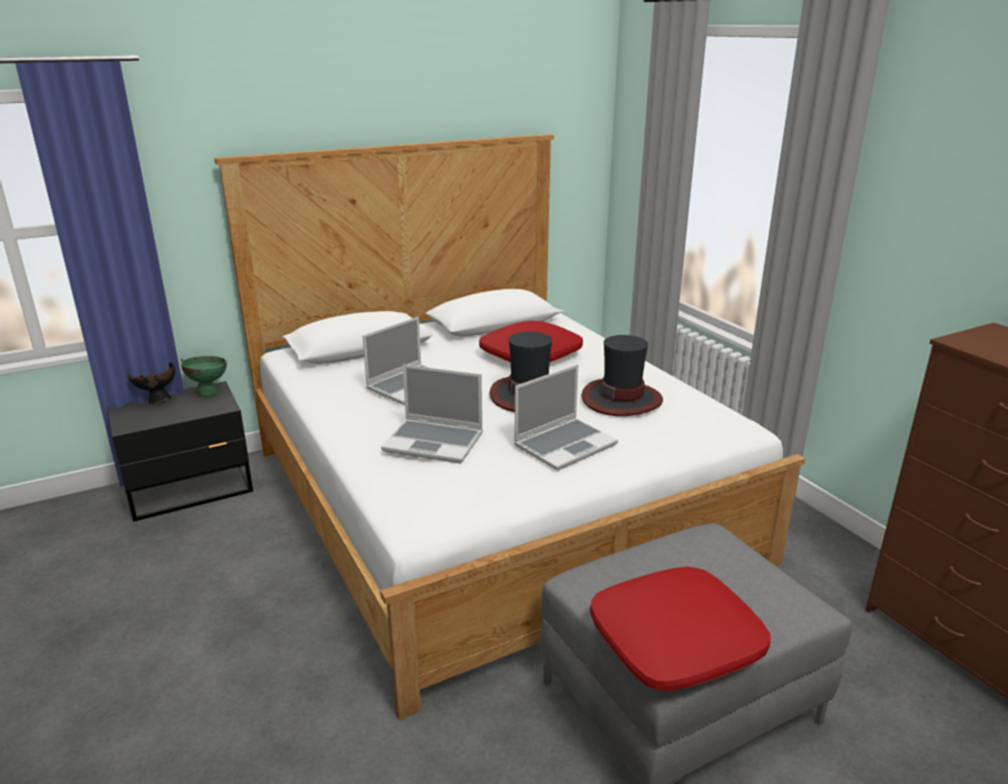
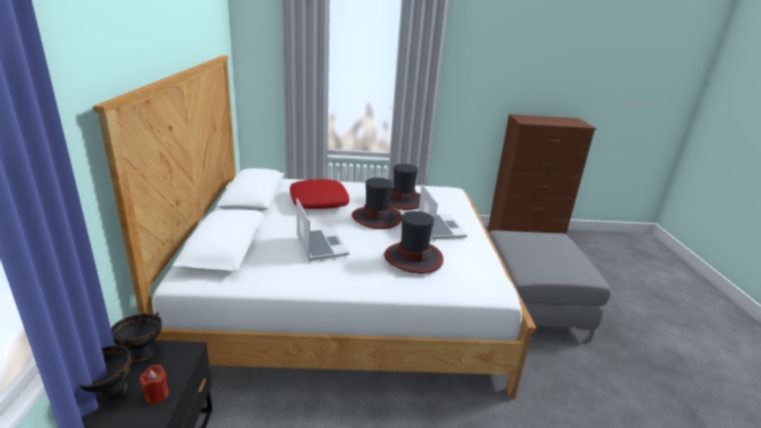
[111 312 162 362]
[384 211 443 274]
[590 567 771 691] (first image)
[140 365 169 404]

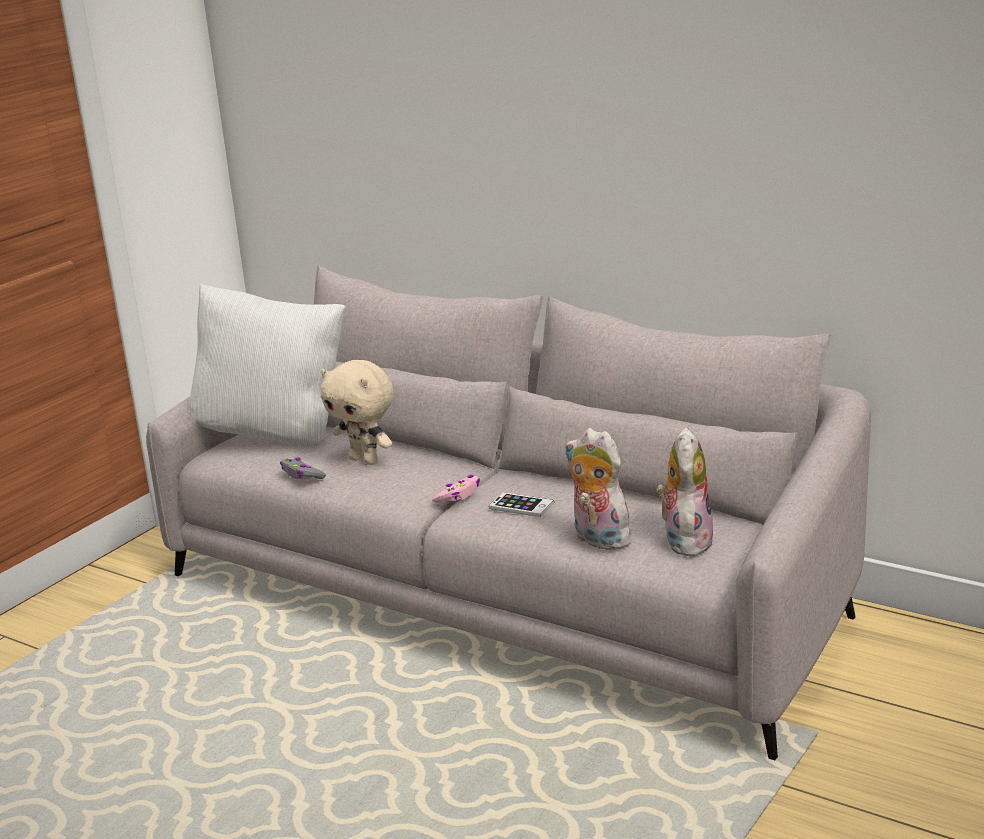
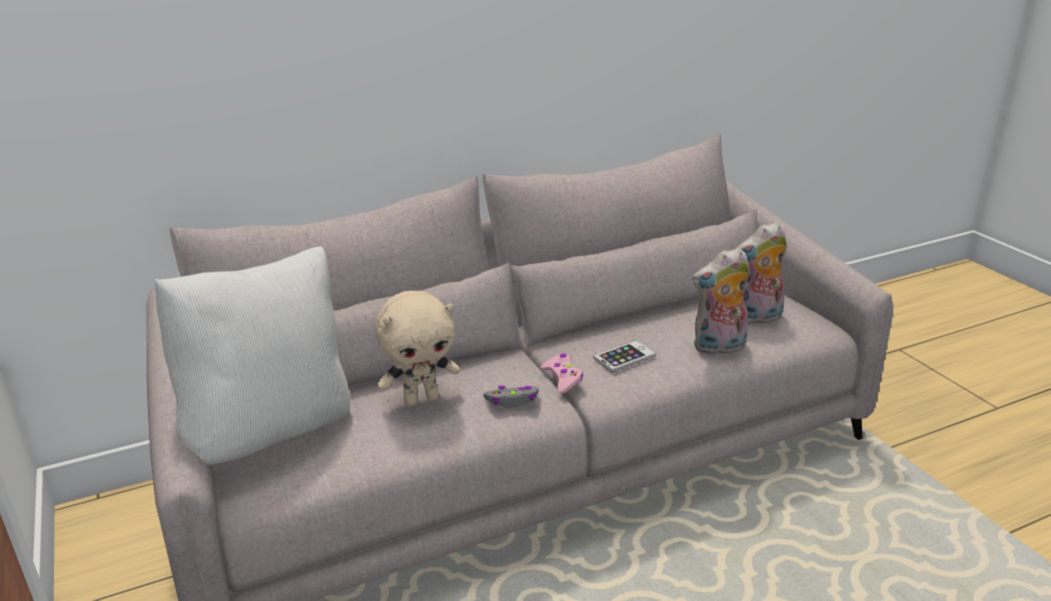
[483 385 539 408]
[735 222 787 325]

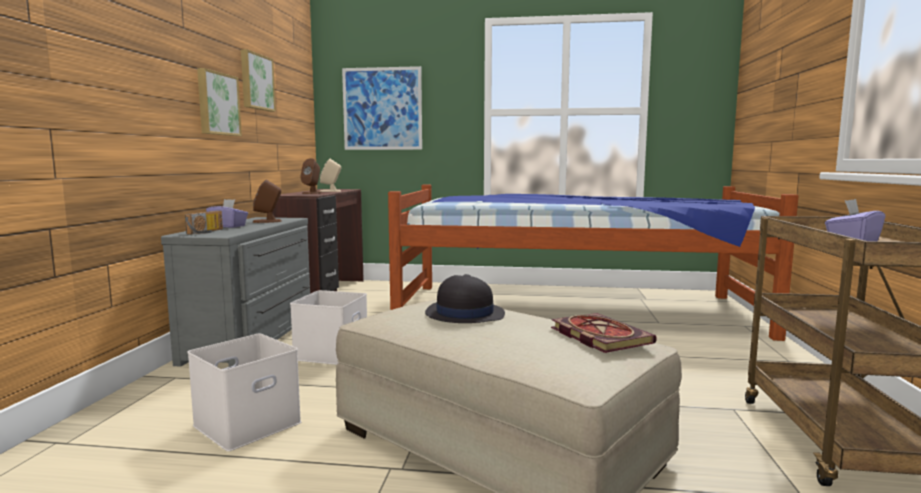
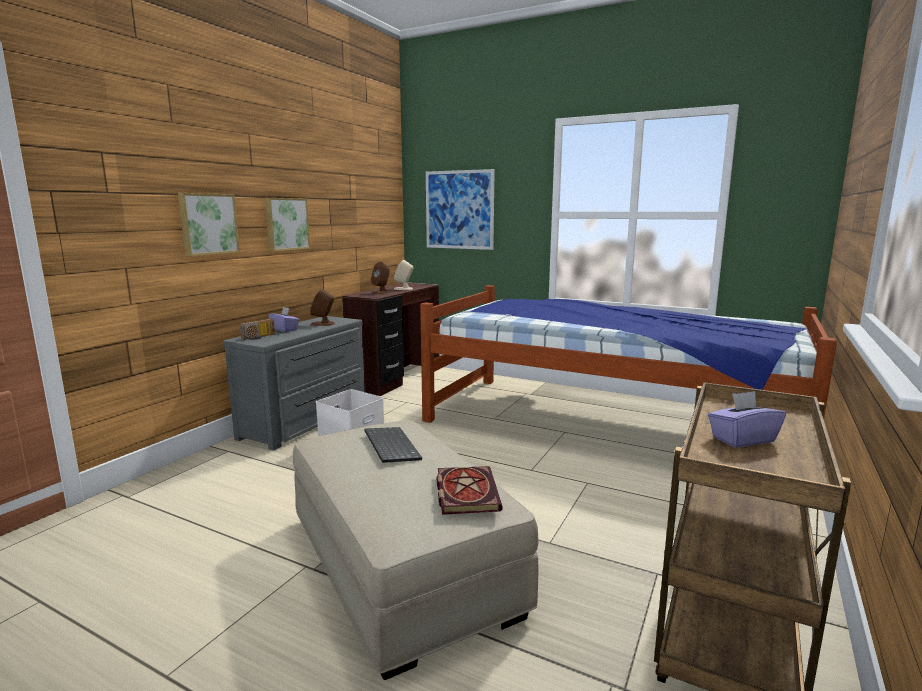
[188 334 301 451] (first image)
[178 193 240 256]
[364 427 422 463]

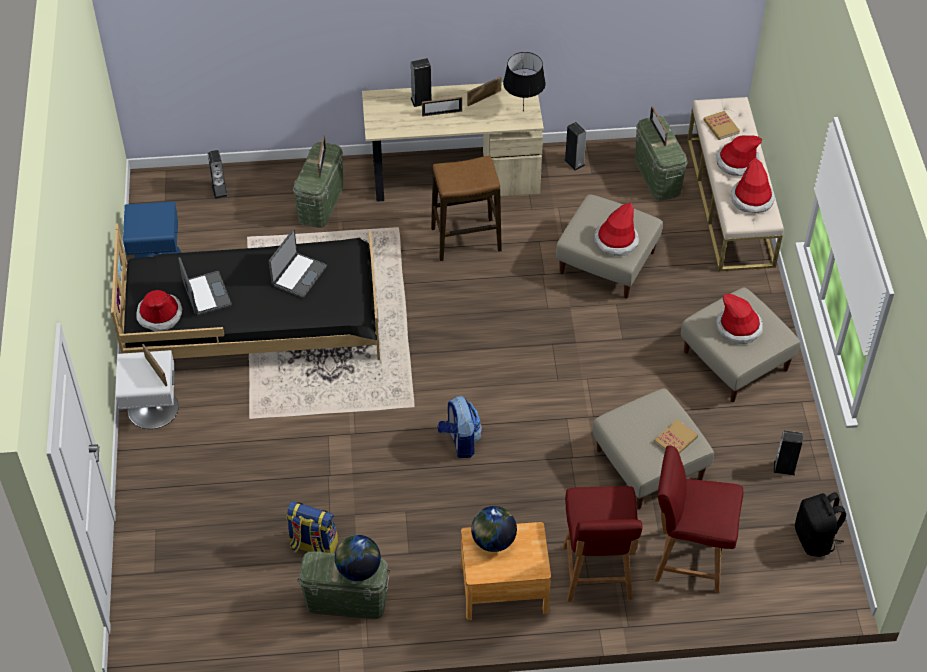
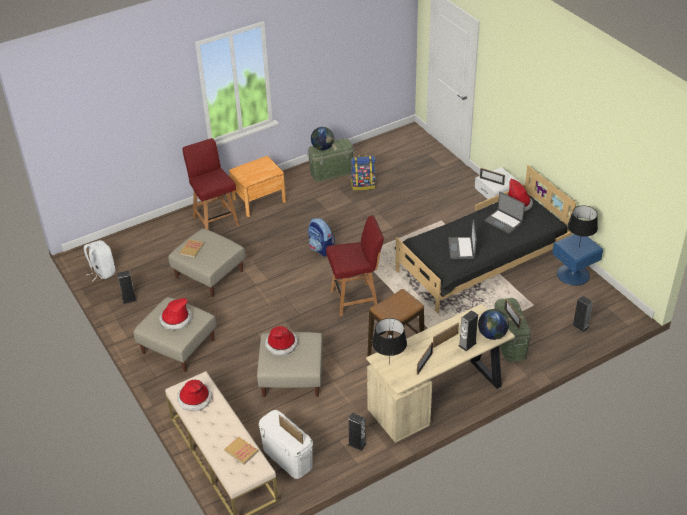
[478 309 509 340]
[259 410 313 479]
[326 215 384 316]
[716 135 762 176] (first image)
[84 240 116 282]
[568 205 598 247]

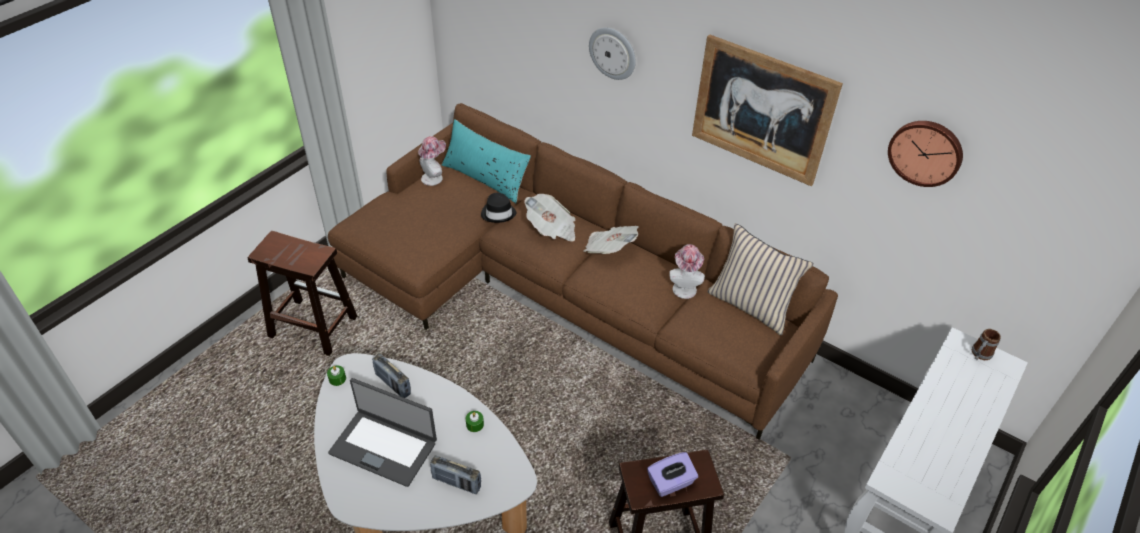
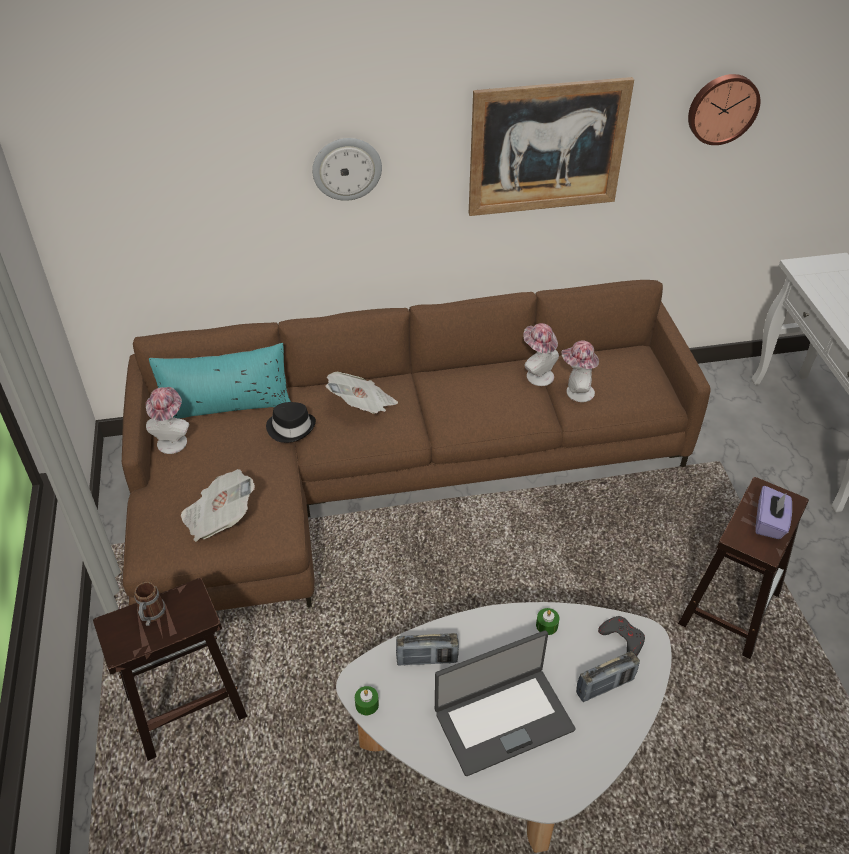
[181 469 255 542]
[707 223 814 336] (first image)
[134 582 165 626]
[562 341 599 402]
[598 616 645 656]

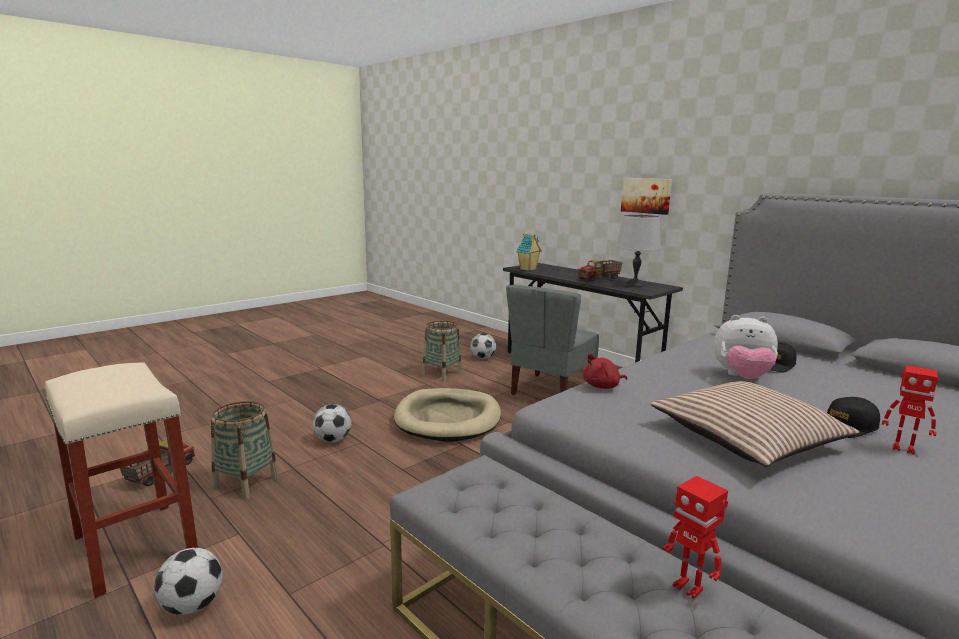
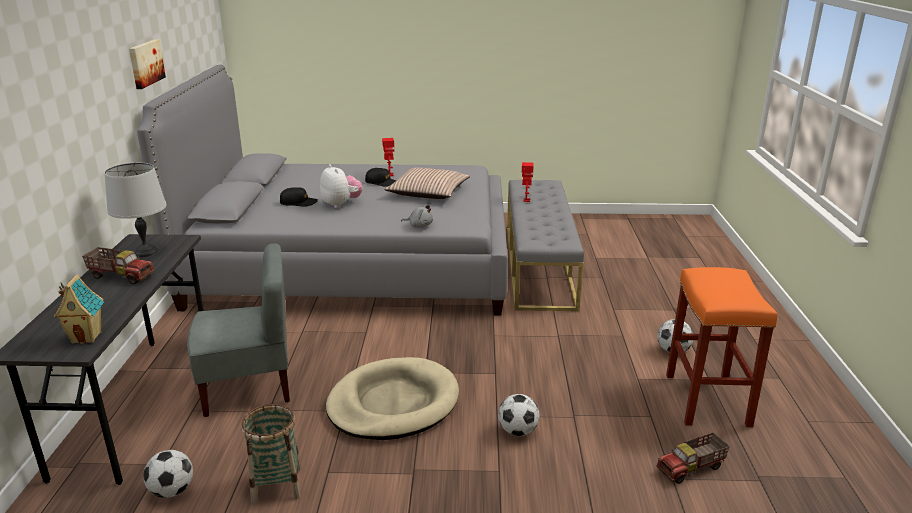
[666 267 777 427]
[211 401 278 499] (first image)
[401 204 433 227]
[129 40 166 89]

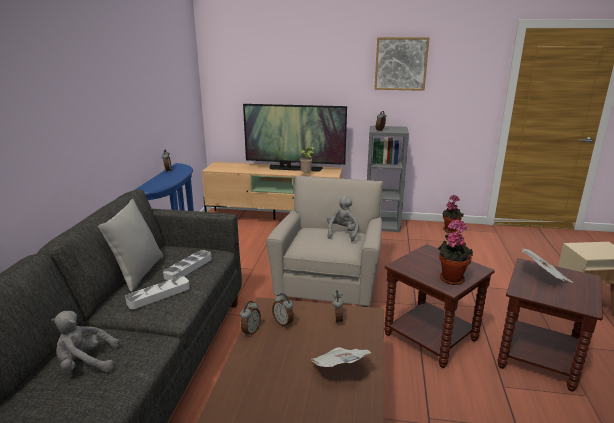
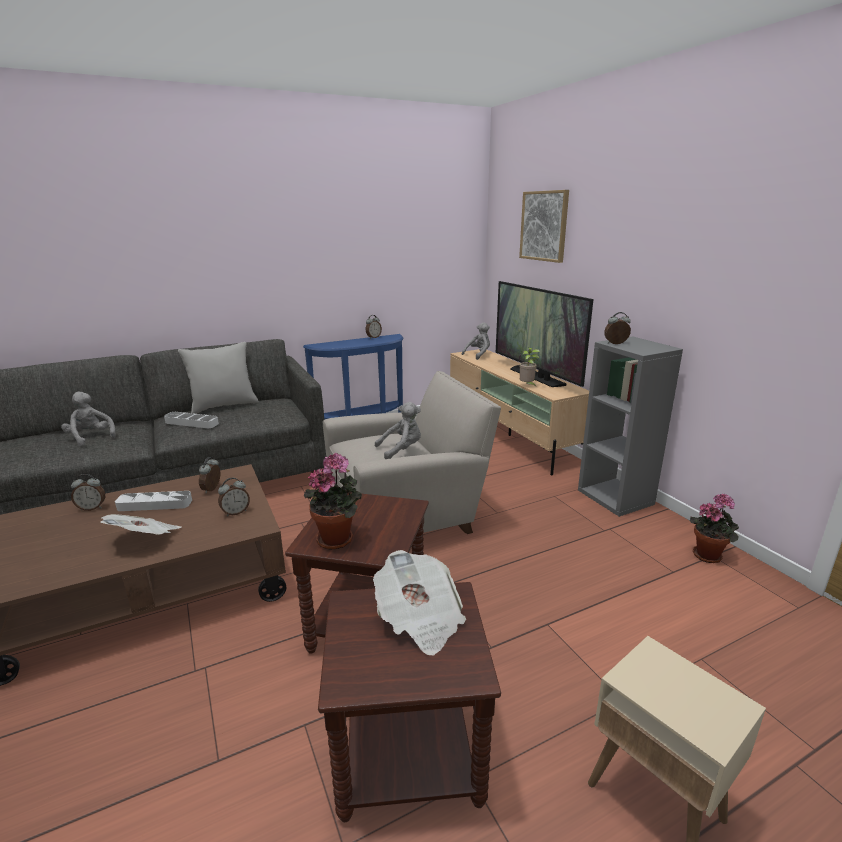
[115 491 192 511]
[71 474 105 511]
[519 190 569 263]
[462 322 490 360]

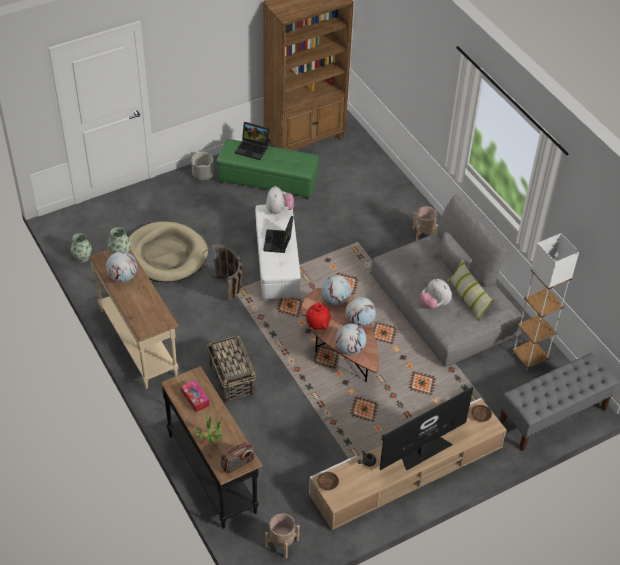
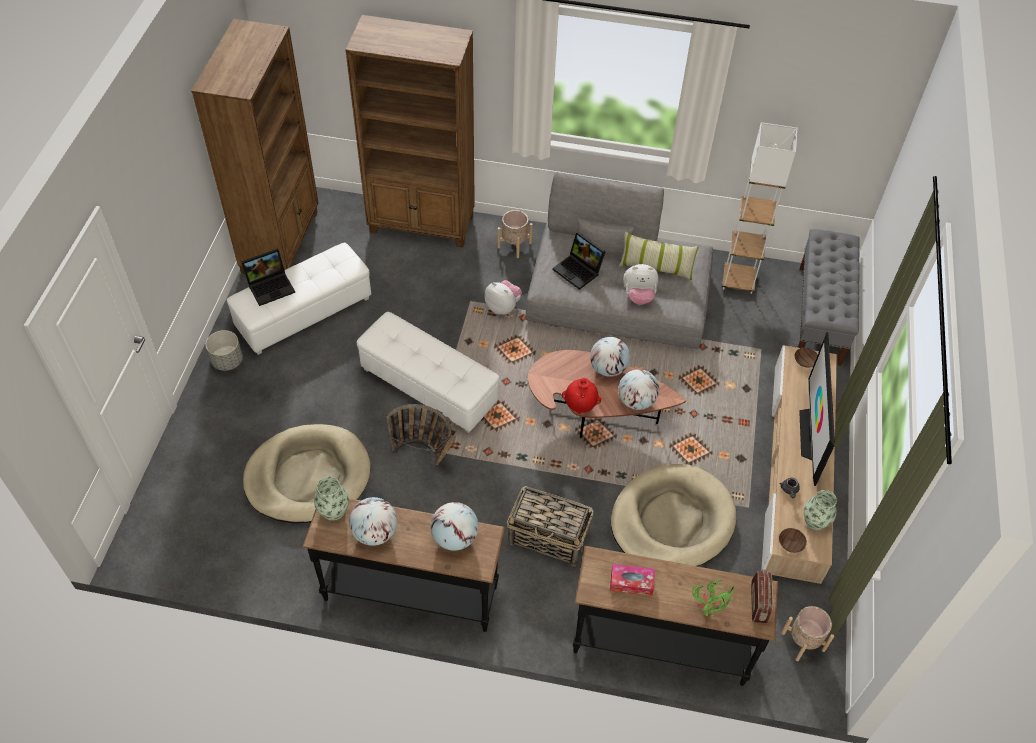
[804 490 837 530]
[302 498 505 632]
[227 243 371 355]
[553 232 606 290]
[485 280 522 315]
[431 502 479 551]
[345 15 475 247]
[611 464 737 566]

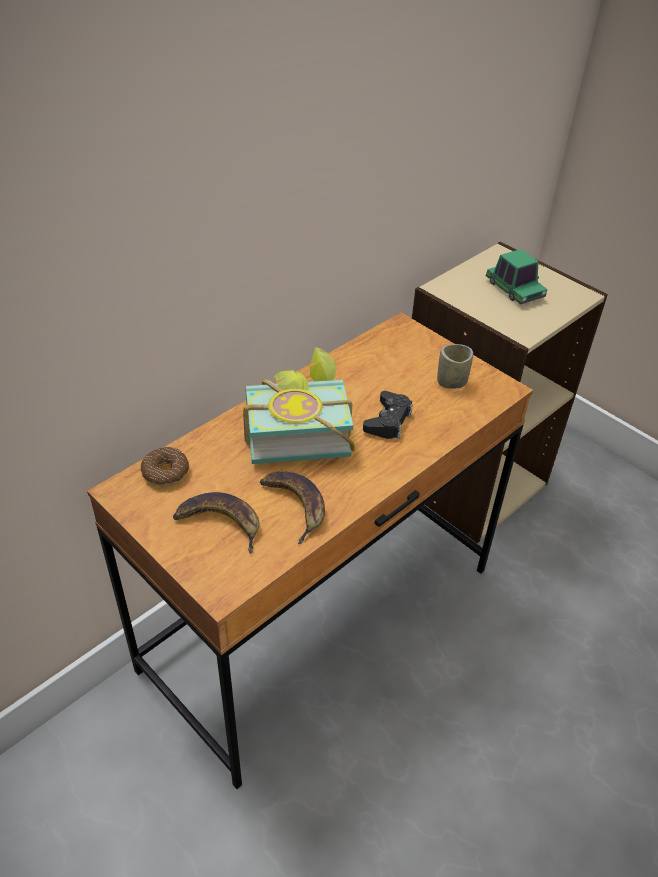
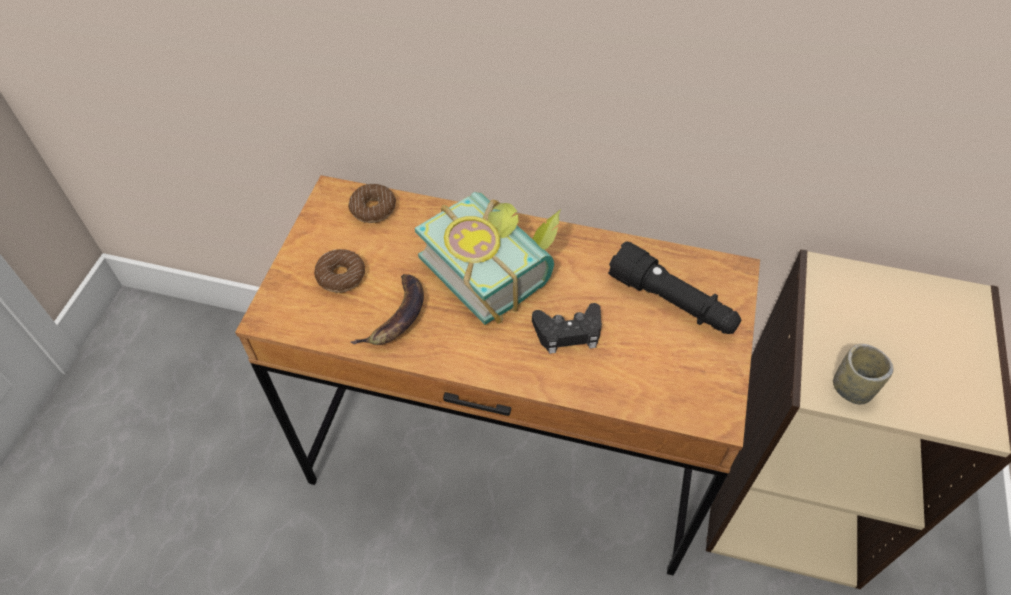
[314 249 365 293]
[833 344 894 404]
[486 249 547 304] (first image)
[608 241 741 334]

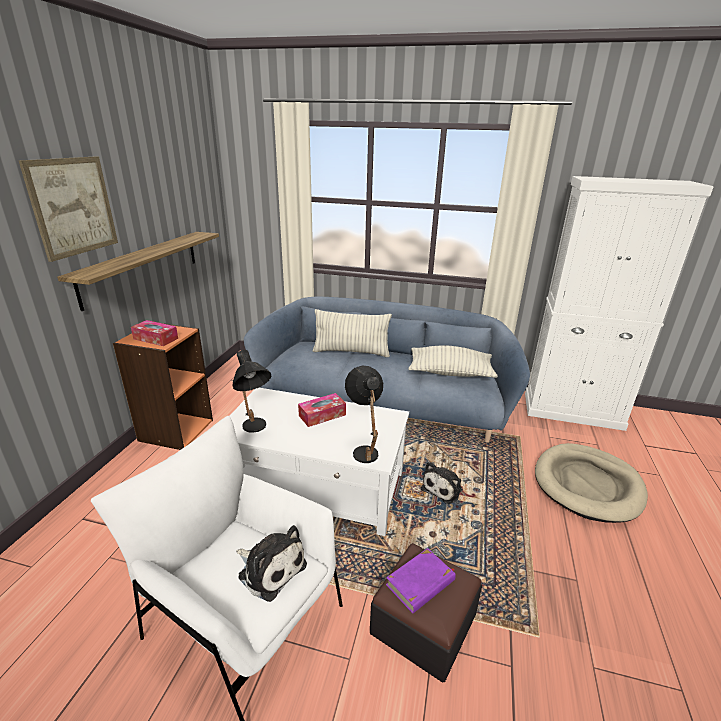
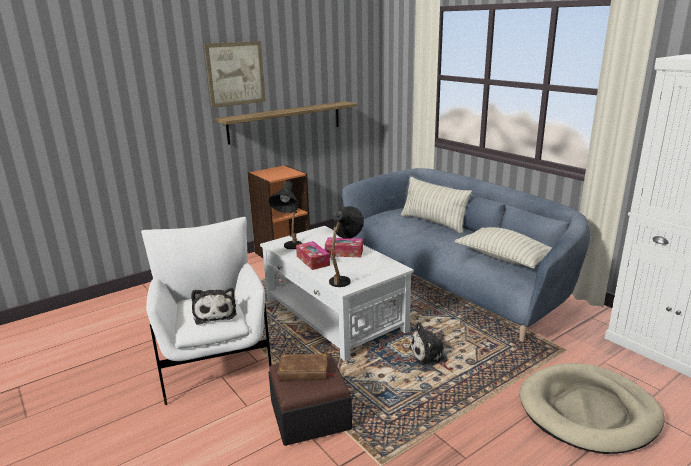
[296 241 330 270]
[277 354 335 381]

